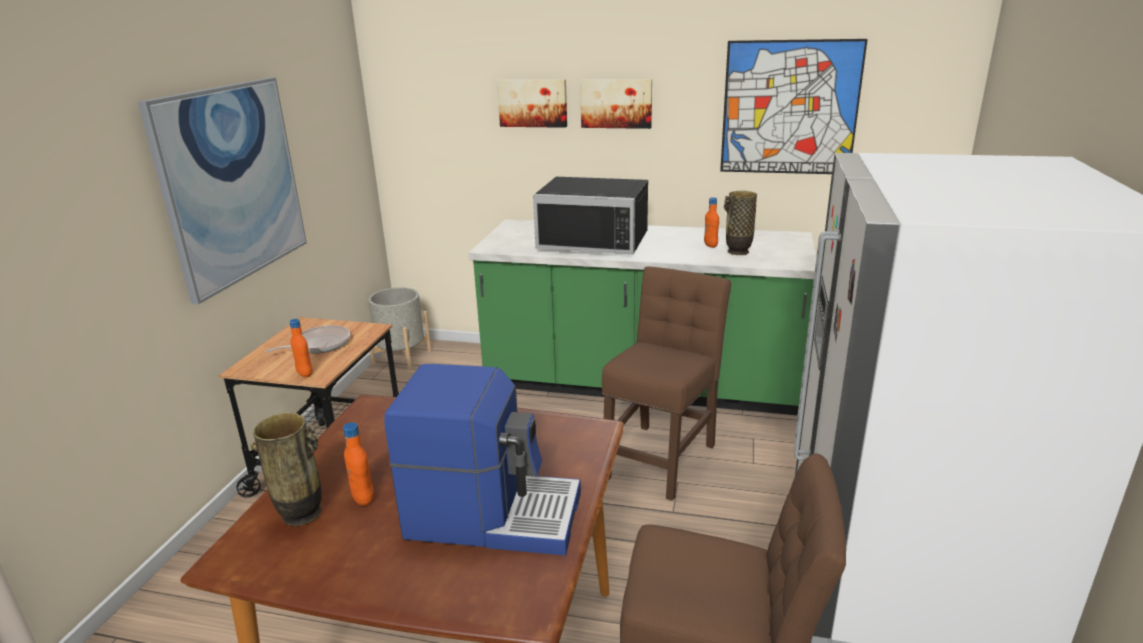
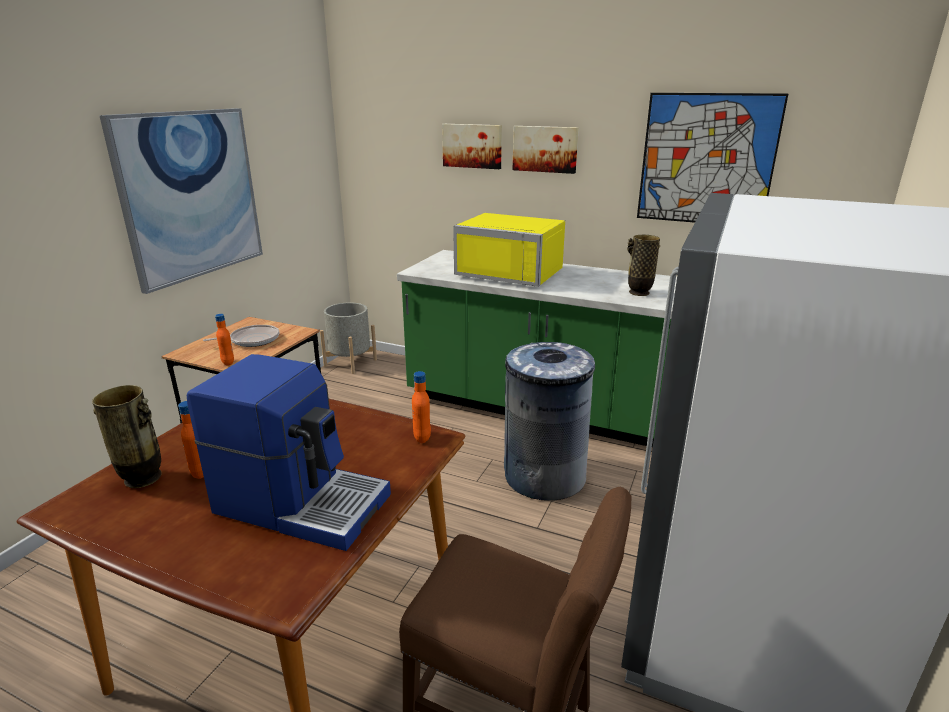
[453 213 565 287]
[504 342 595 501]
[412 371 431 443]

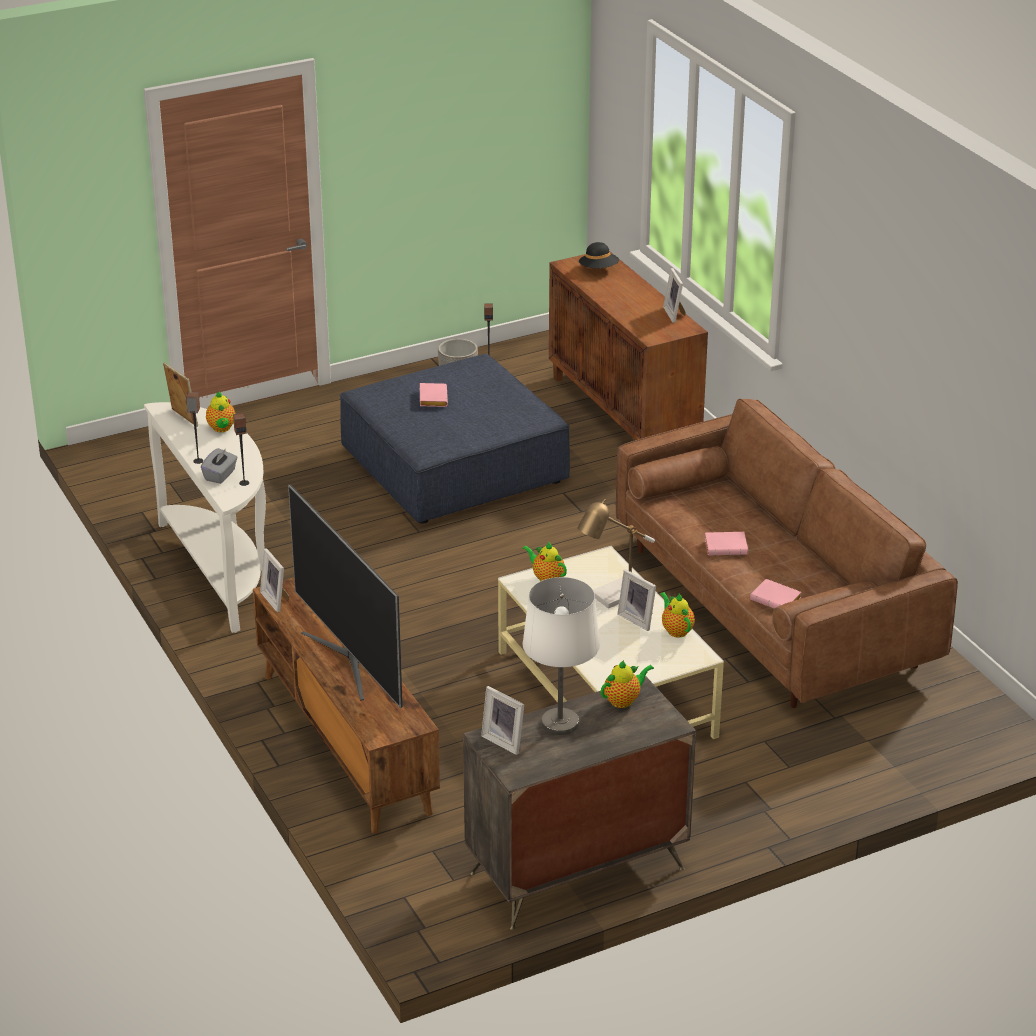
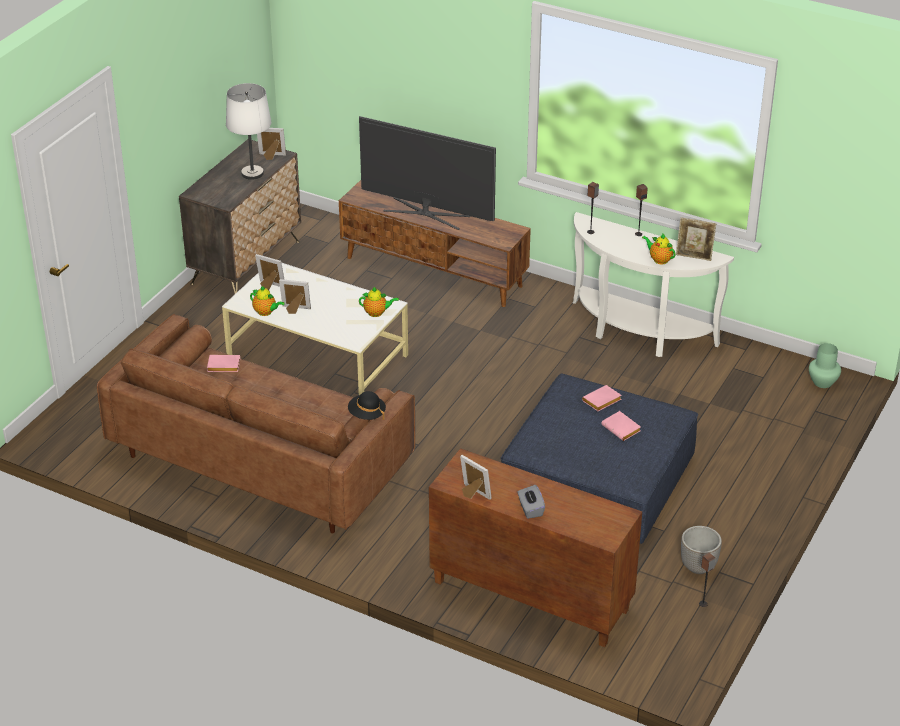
[517 485 545 519]
[255 254 284 290]
[577 499 655 609] (first image)
[348 391 386 420]
[601 660 654 708] (first image)
[582 385 622 411]
[809 343 841 388]

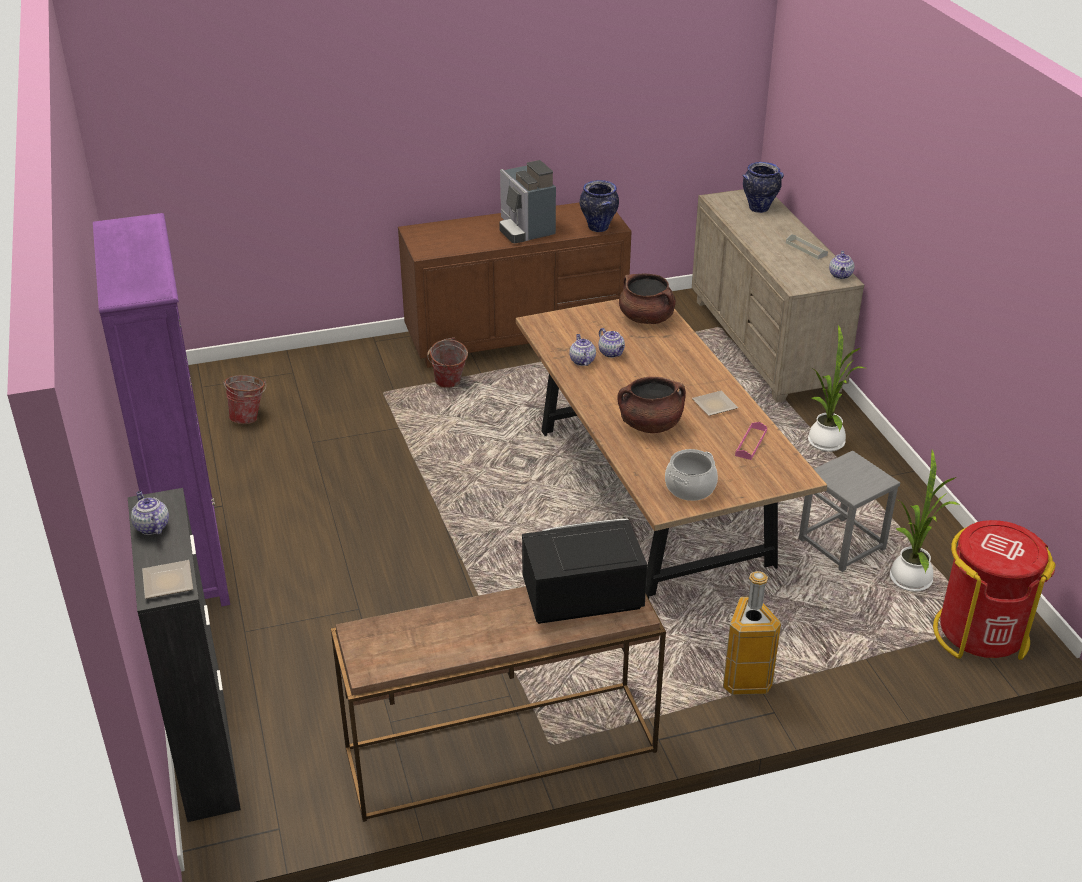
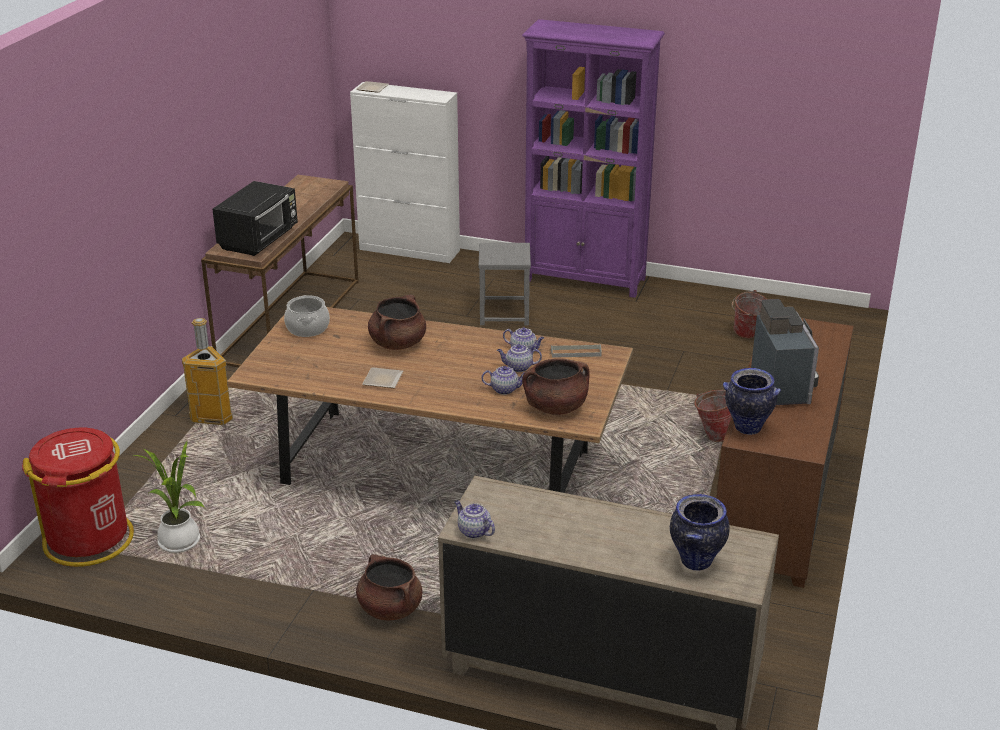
[350 82 460 263]
[481 366 524 395]
[751 299 819 405]
[735 422 767 460] (first image)
[551 344 602 358]
[479 243 531 325]
[356 554 422 620]

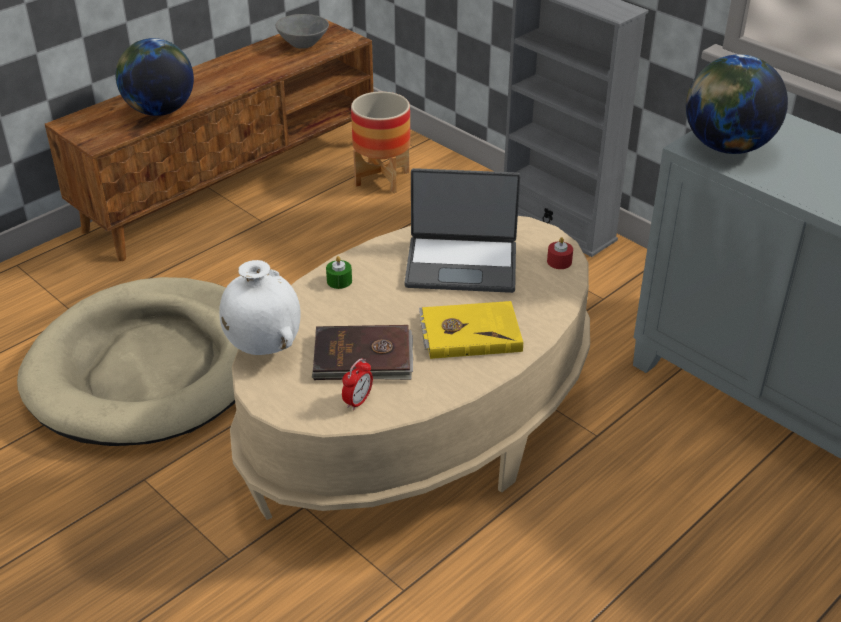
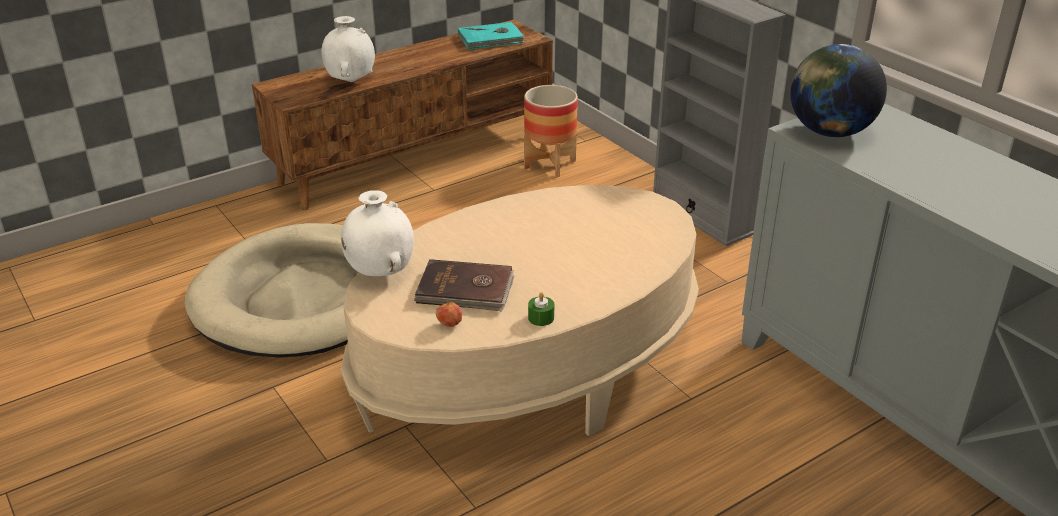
[321 16 375 82]
[458 22 526 50]
[528 292 554 326]
[436 301 462 327]
[404 168 520 293] (first image)
[419 301 523 359] (first image)
[547 237 573 269] (first image)

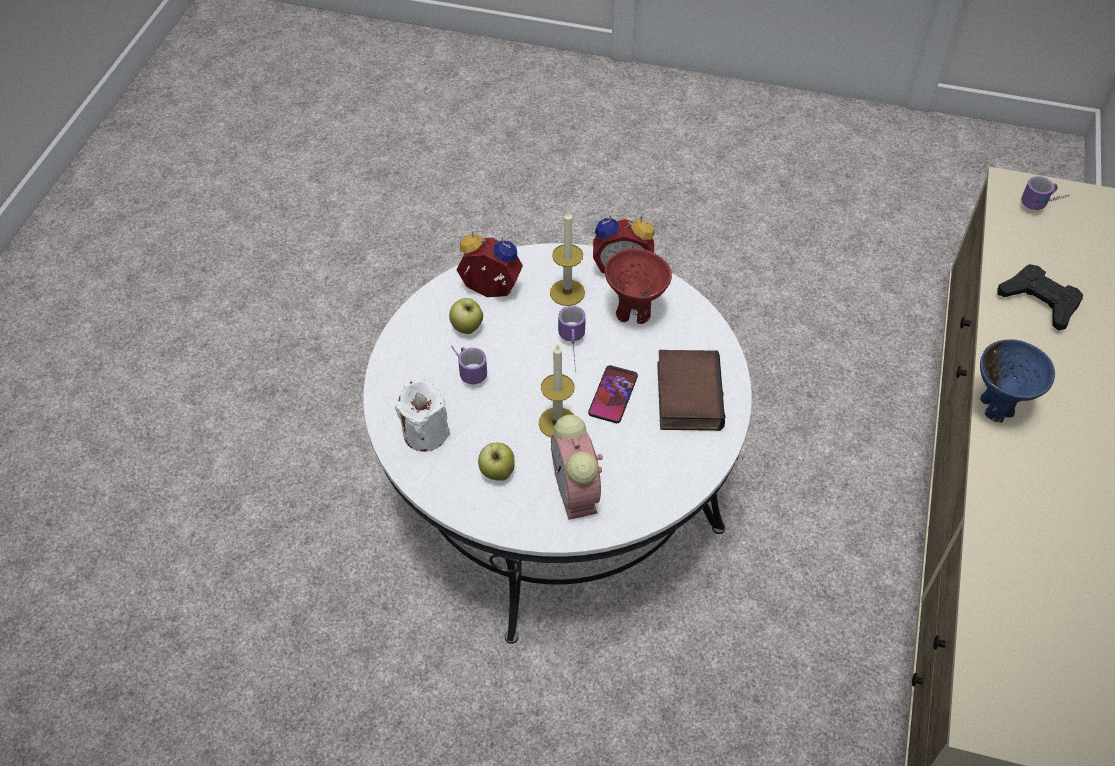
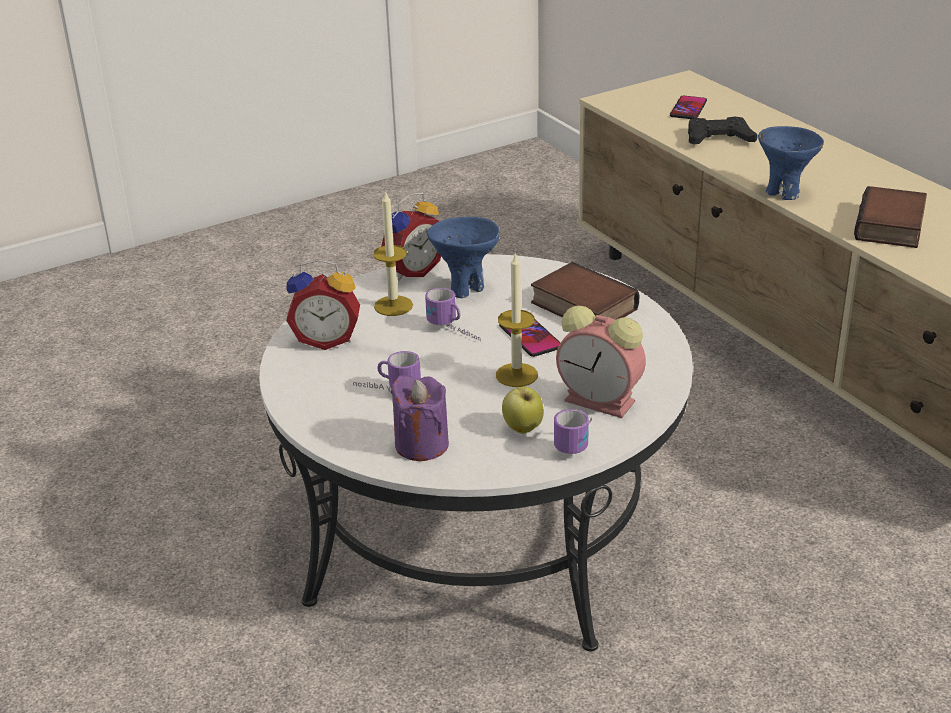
[391 375 449 461]
[449 298 483 334] (first image)
[286 259 360 350]
[427 217 500 298]
[554 409 592 454]
[670 96 707 119]
[854 186 927 248]

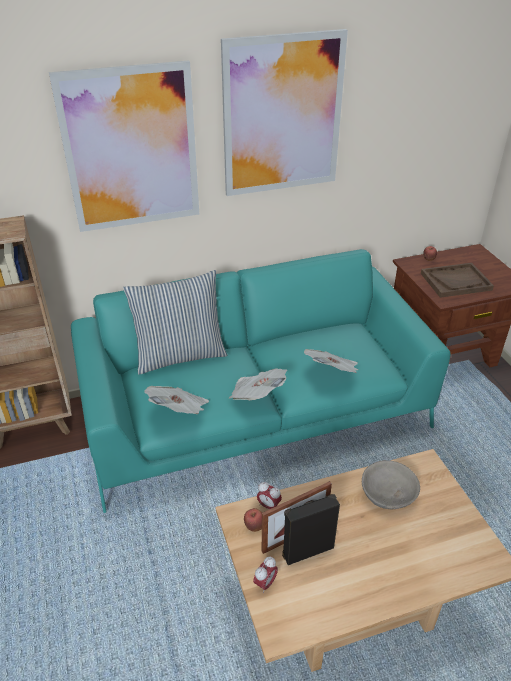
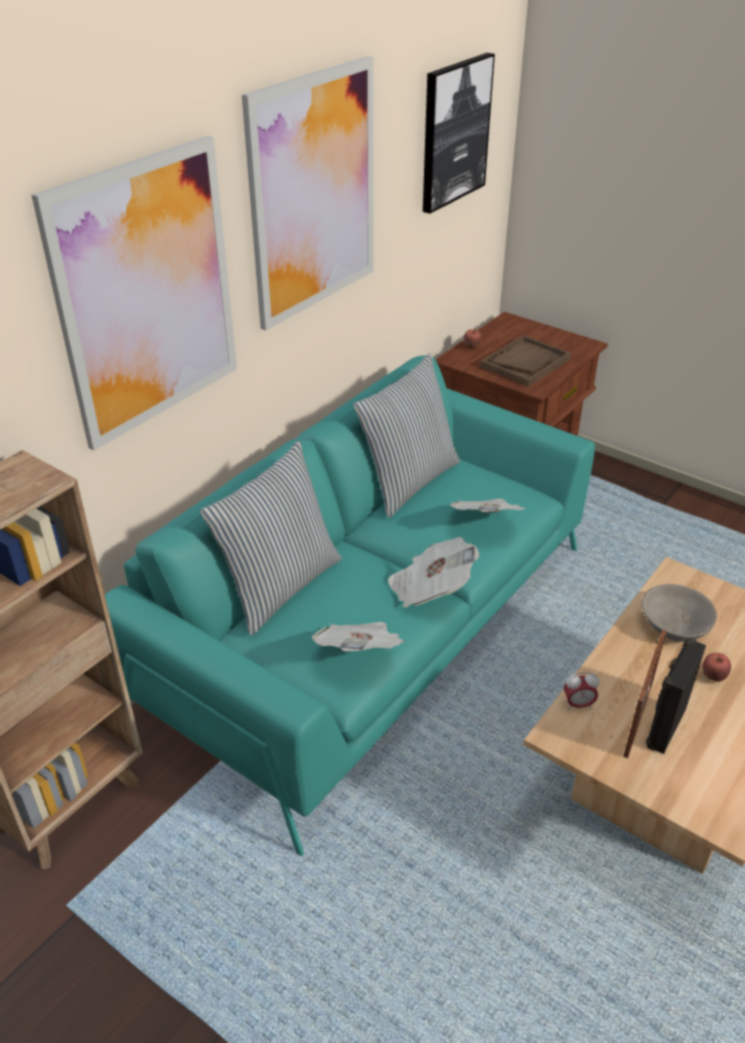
[703 653 731 682]
[253 557 278 593] (first image)
[353 353 460 518]
[423 53 495 214]

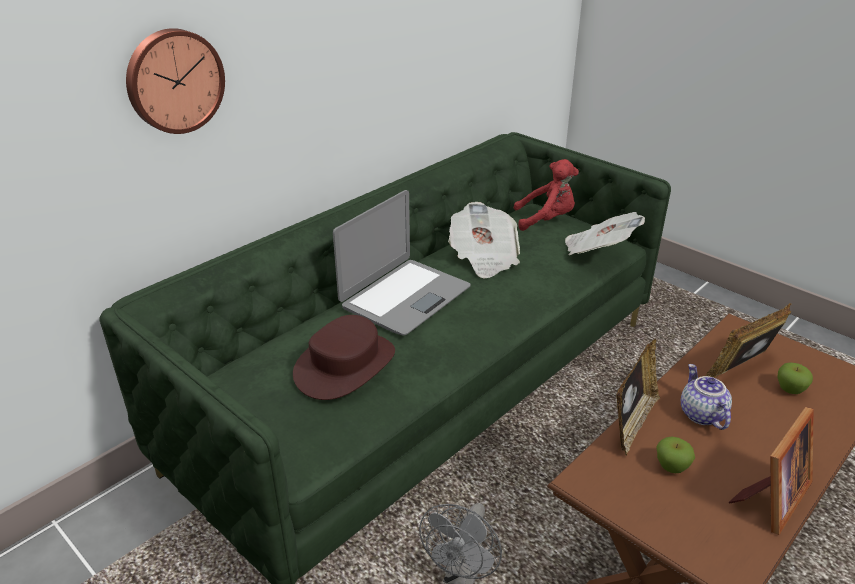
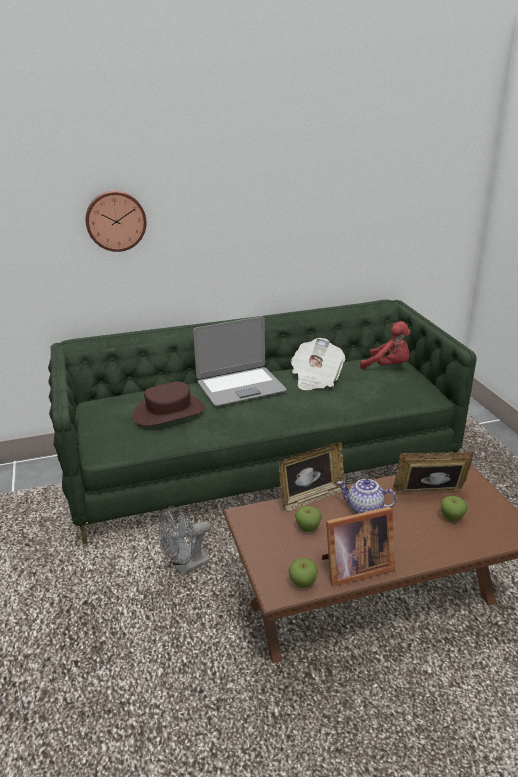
[565 212 645 255] (first image)
[337 479 397 514]
[289 558 318 588]

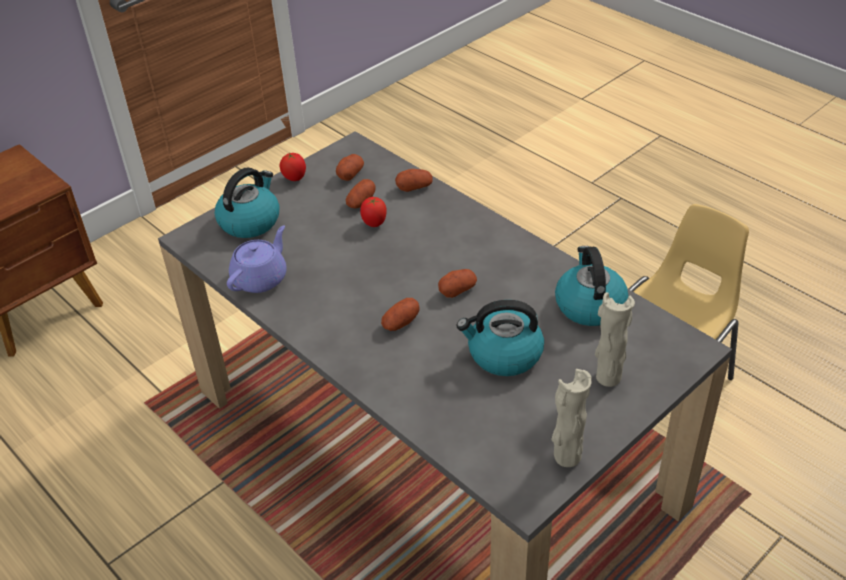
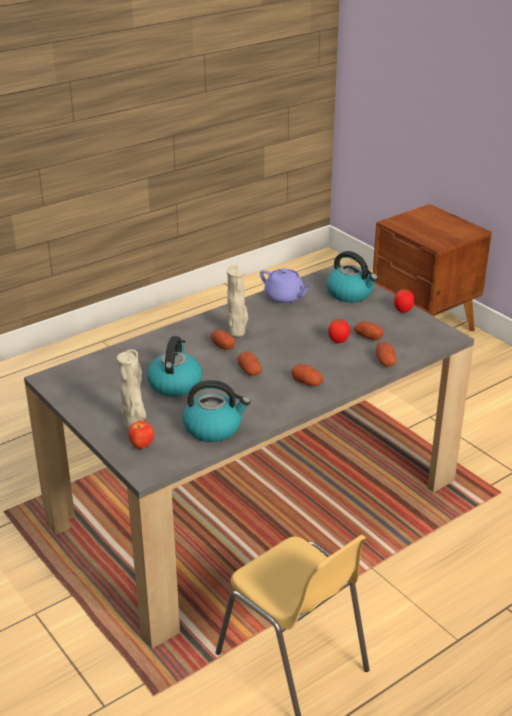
[292 364 324 386]
[227 265 248 337]
[128 420 154 449]

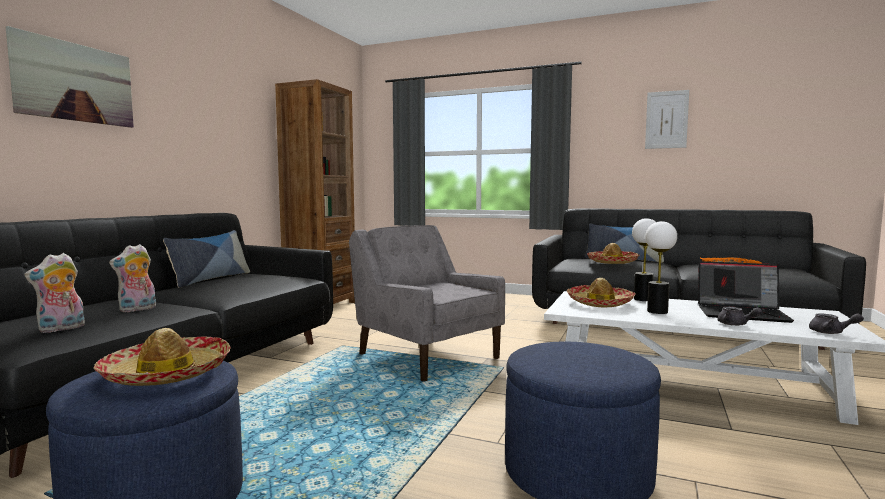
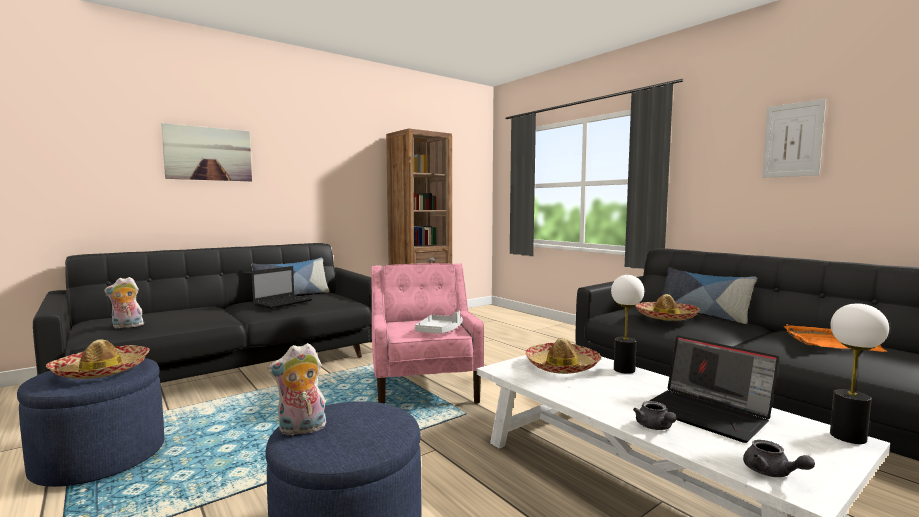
[268 343 326 436]
[371 263 484 404]
[830 303 889 444]
[251 266 312 309]
[415 311 463 334]

